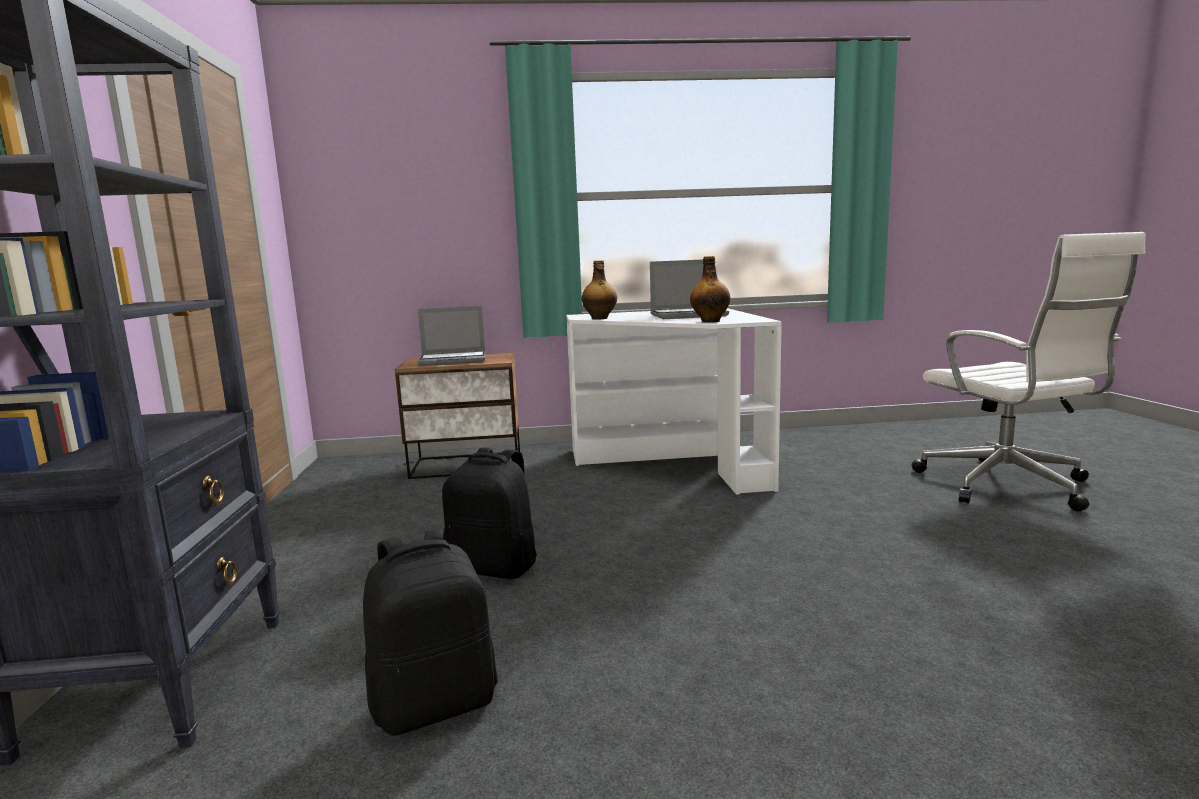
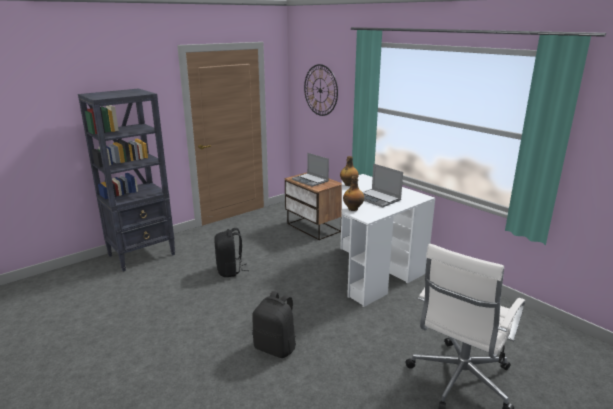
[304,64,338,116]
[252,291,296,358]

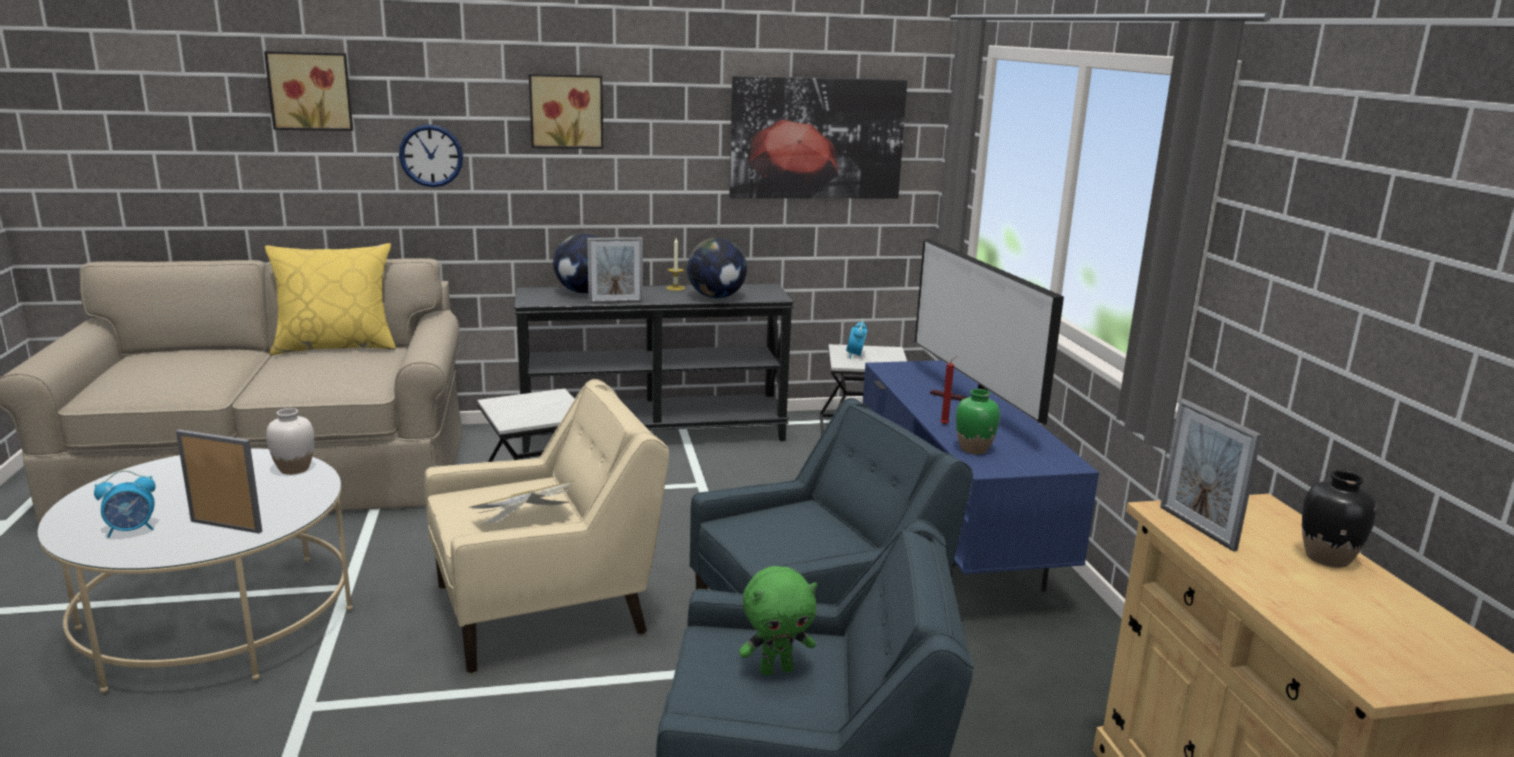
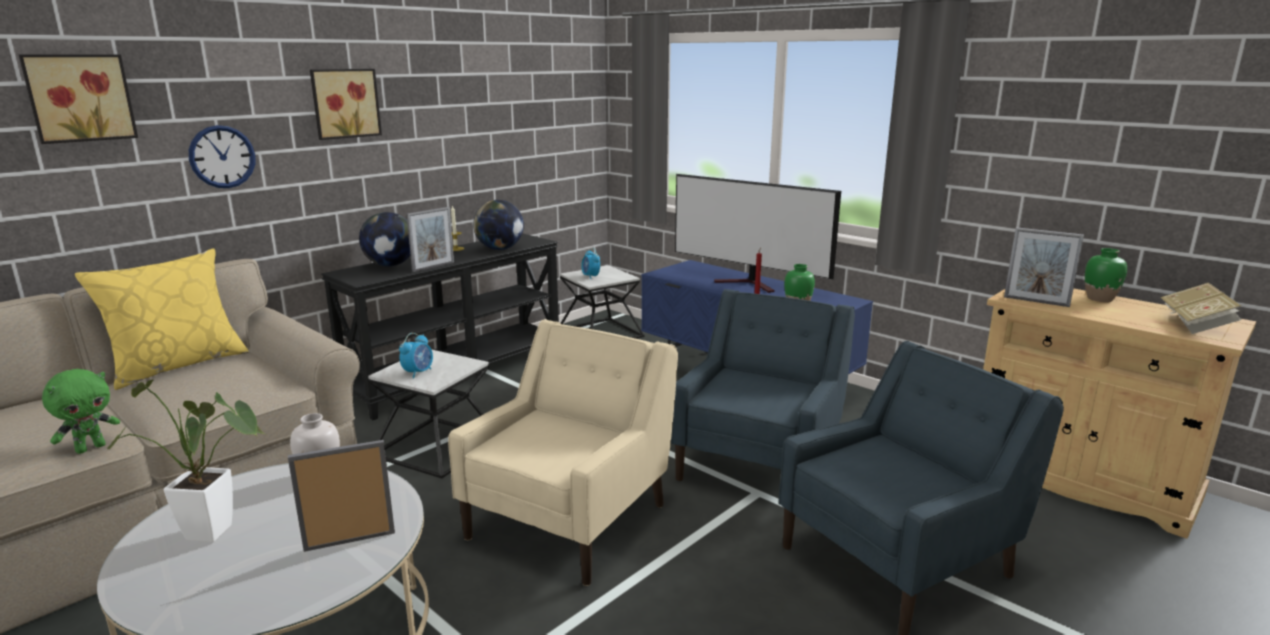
[729,76,907,198] (first image)
[107,380,265,542]
[399,333,433,378]
[1160,283,1242,334]
[42,369,120,454]
[1085,248,1127,302]

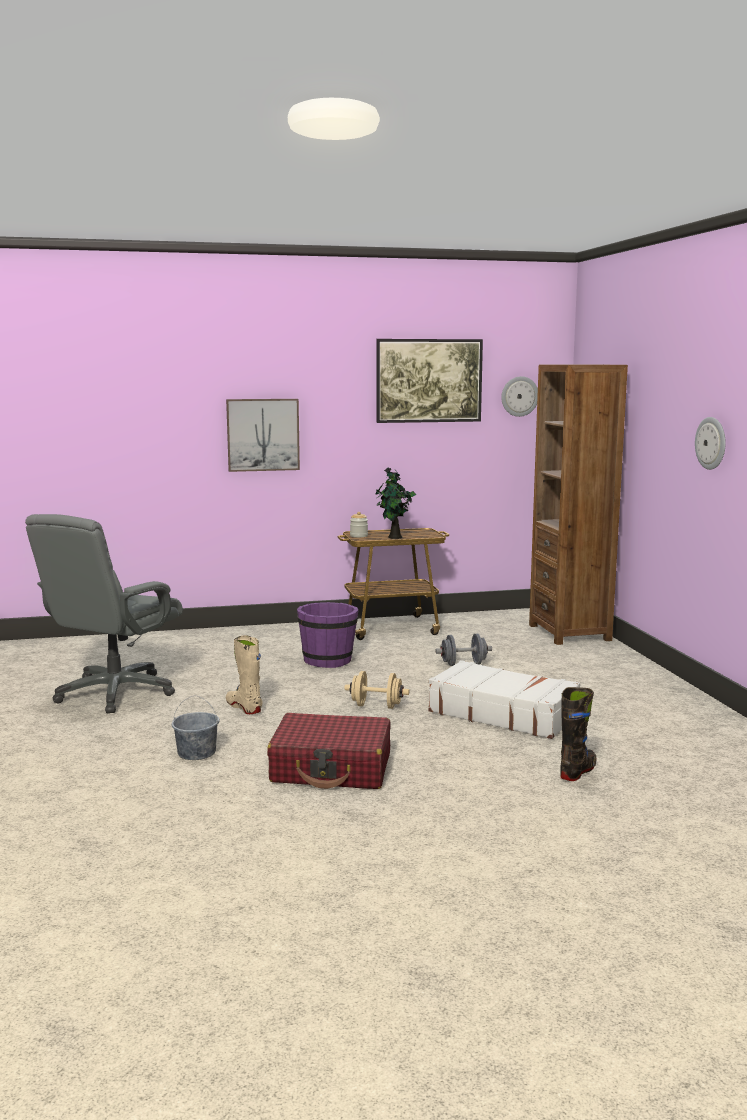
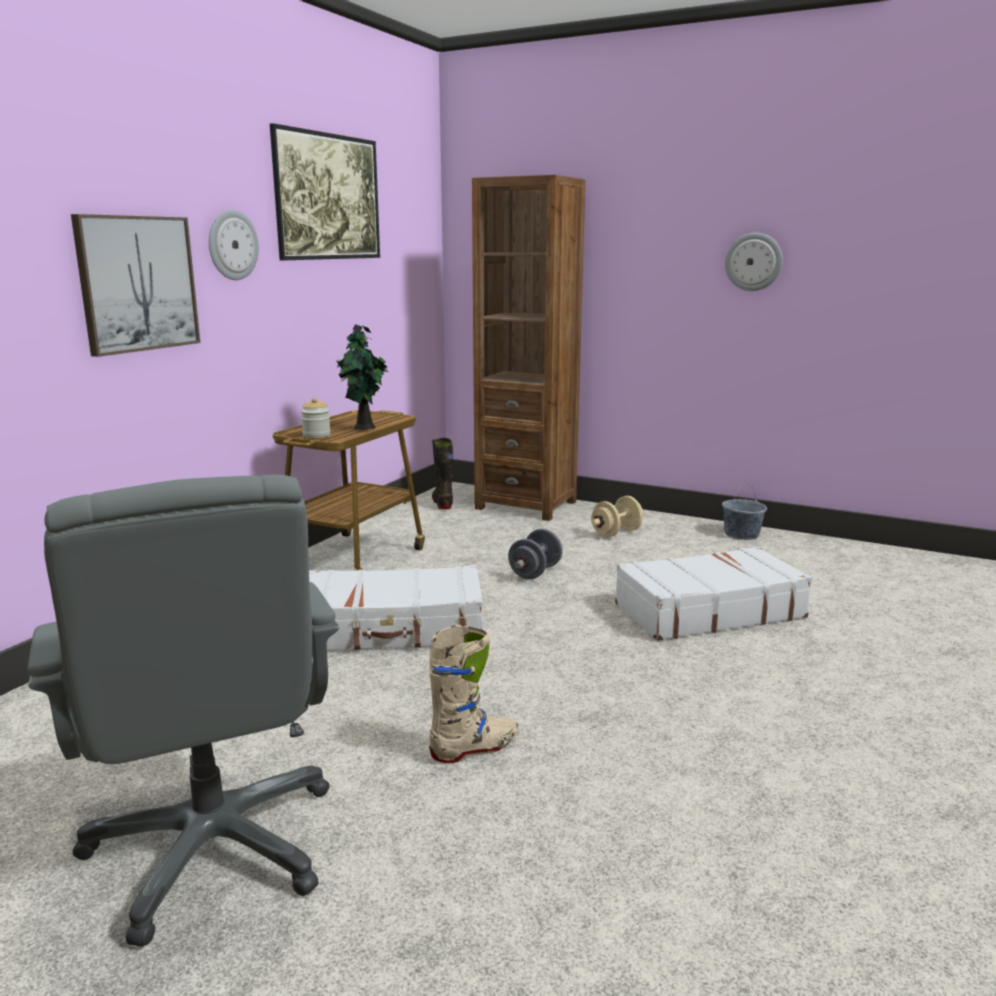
[267,713,391,789] (first image)
[722,483,767,540]
[591,496,643,537]
[209,209,259,280]
[432,438,453,509]
[309,565,483,650]
[429,625,518,763]

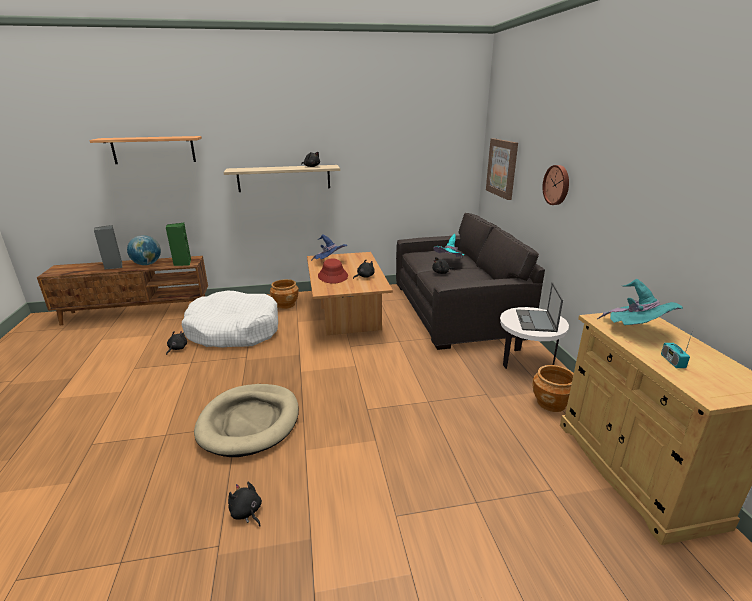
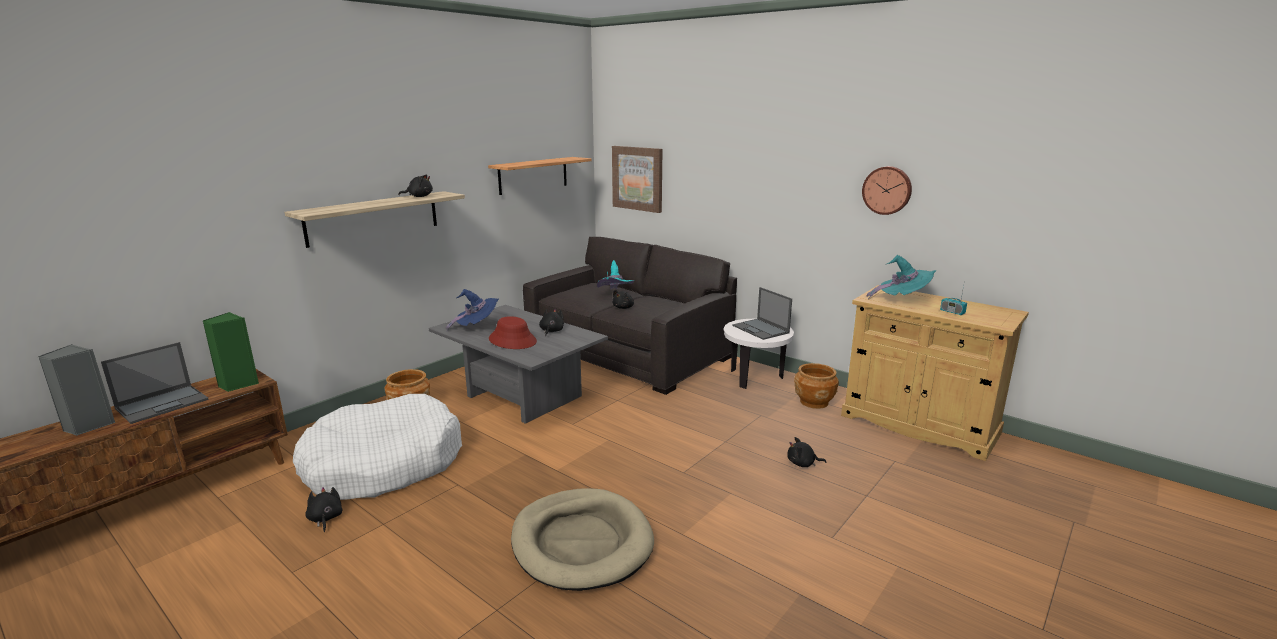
[488,157,592,195]
[787,437,827,467]
[862,166,912,215]
[101,342,209,424]
[428,305,608,424]

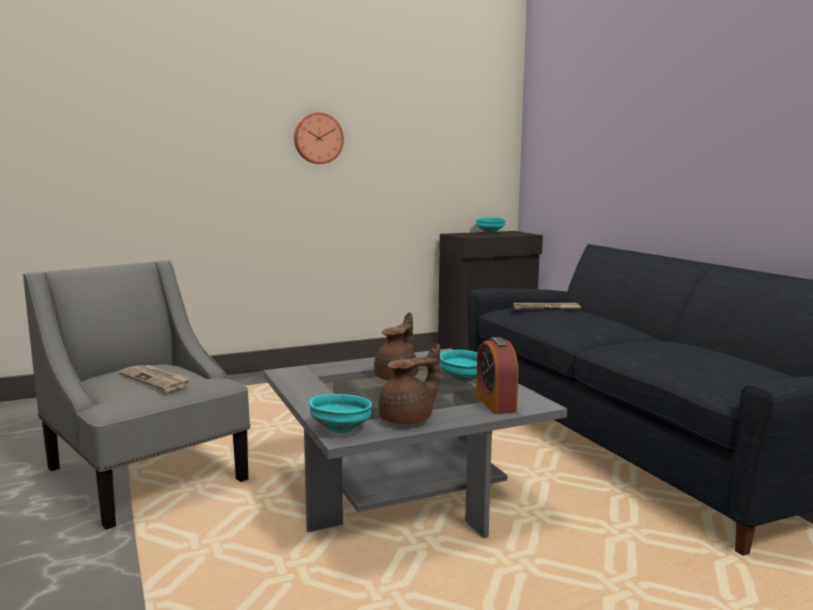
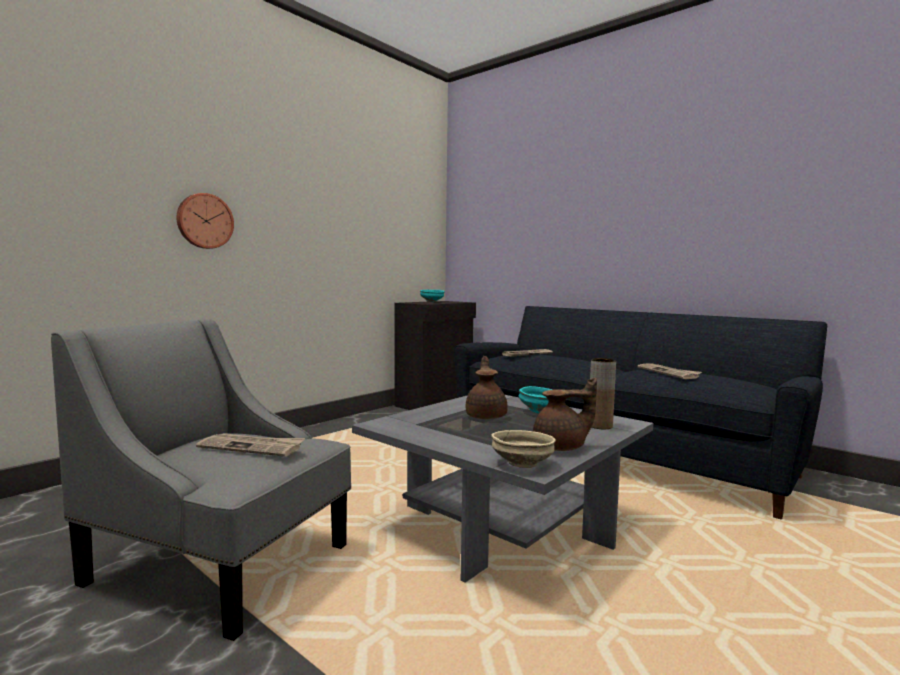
[638,364,702,379]
[176,193,234,249]
[590,358,616,429]
[491,430,556,468]
[533,378,597,451]

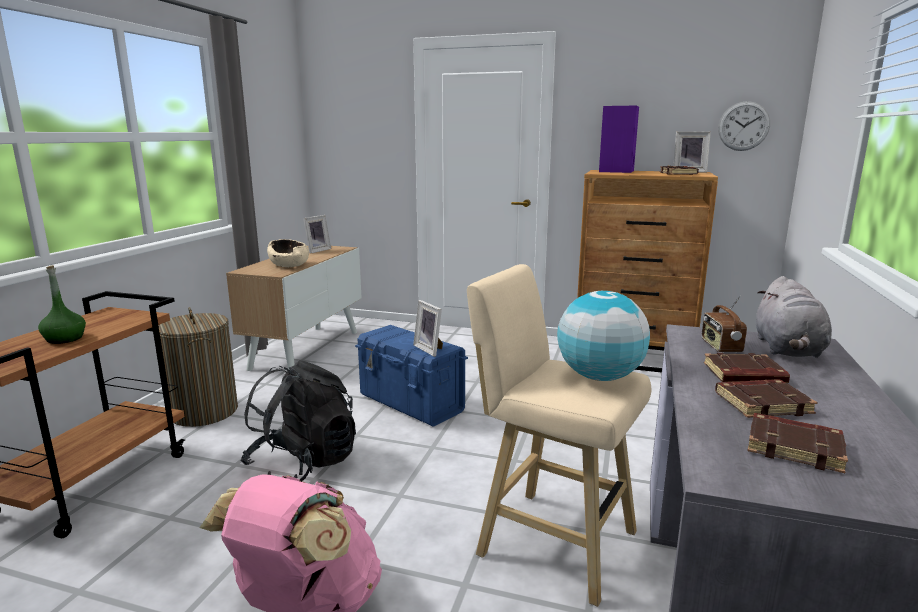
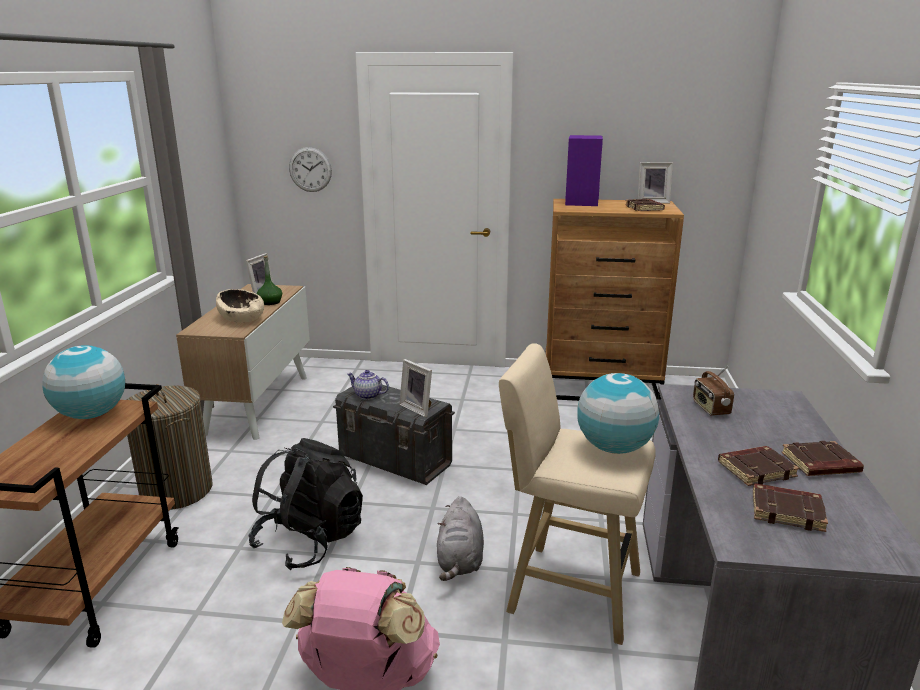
[42,345,125,419]
[347,370,389,400]
[257,256,282,305]
[782,441,864,476]
[289,147,332,192]
[437,496,484,581]
[333,385,455,485]

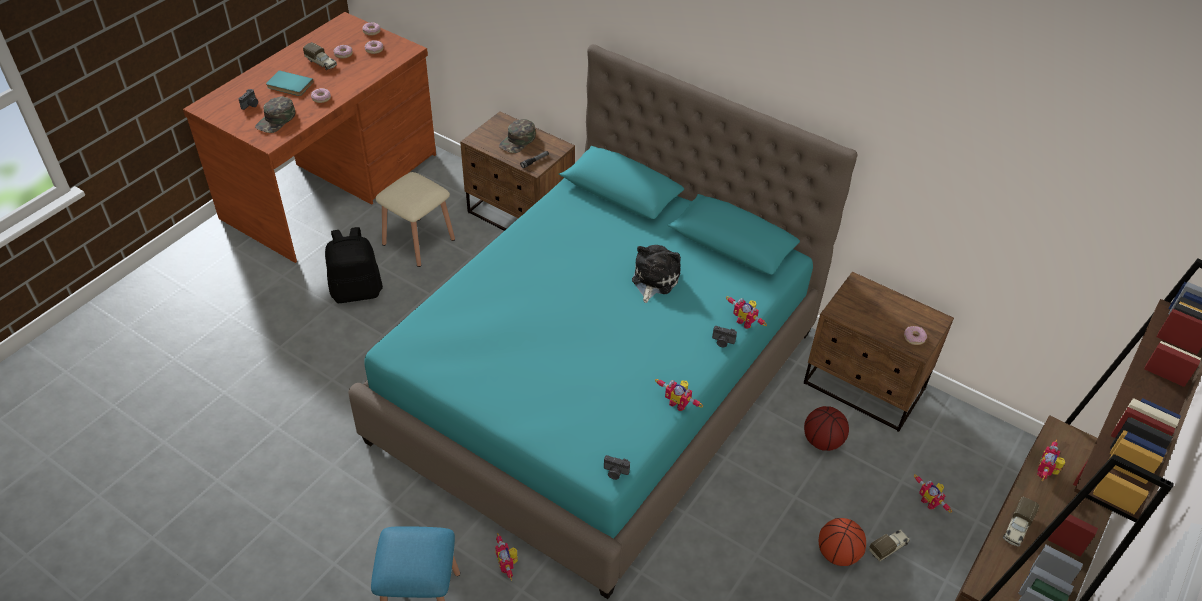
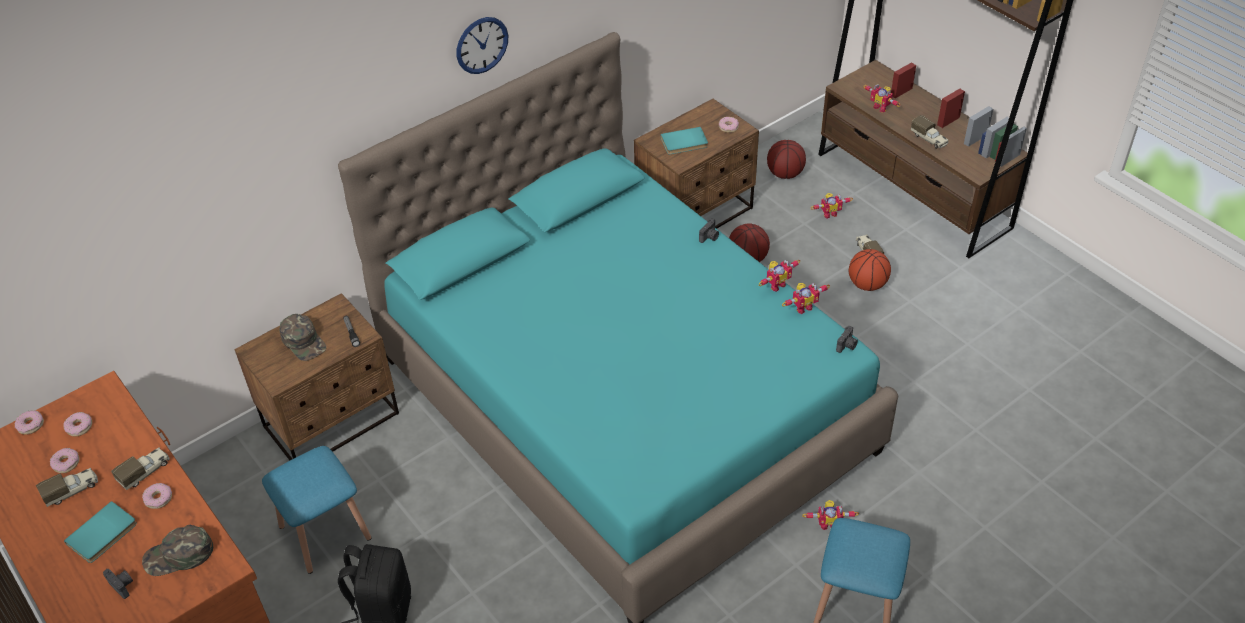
[632,245,681,303] (first image)
[111,448,170,490]
[456,17,508,74]
[661,127,708,154]
[767,140,806,179]
[782,283,830,314]
[262,446,372,574]
[142,525,213,576]

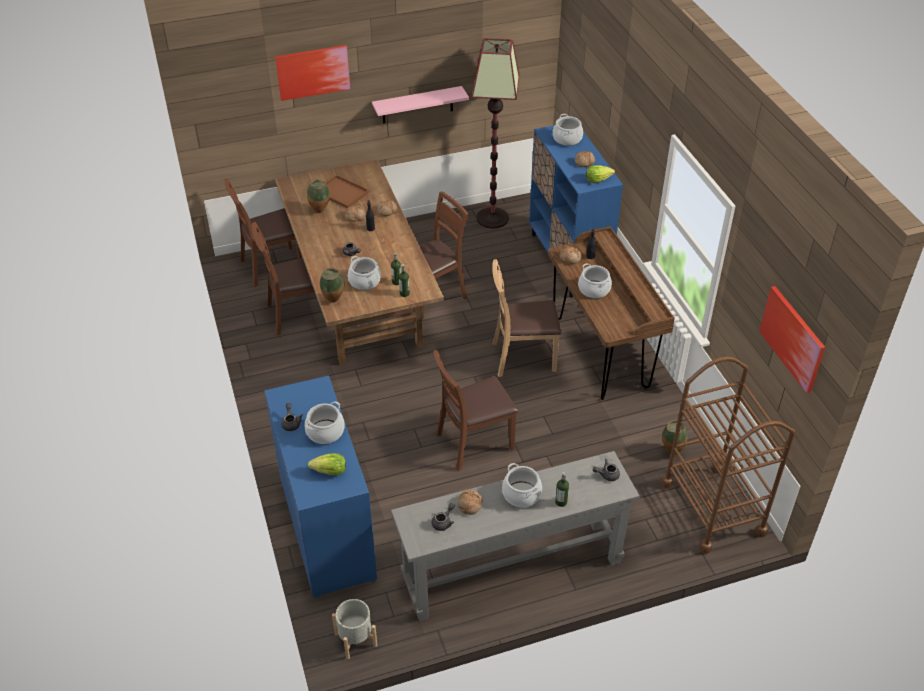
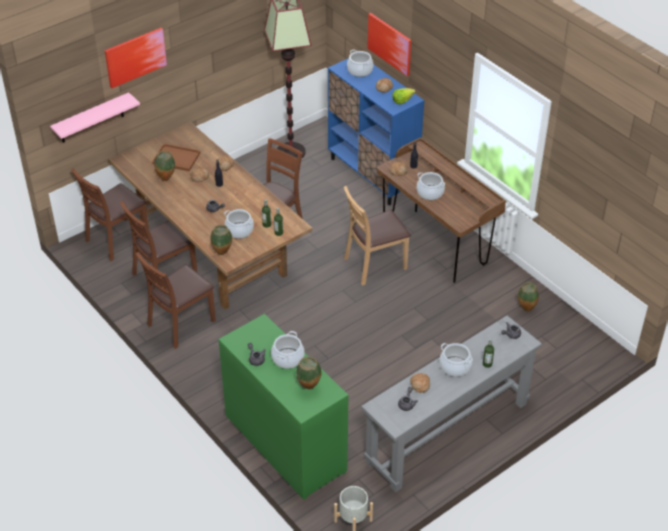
[661,357,795,554] (first image)
[50,92,140,143]
[135,252,216,349]
[367,13,411,76]
[297,357,321,389]
[219,314,349,500]

